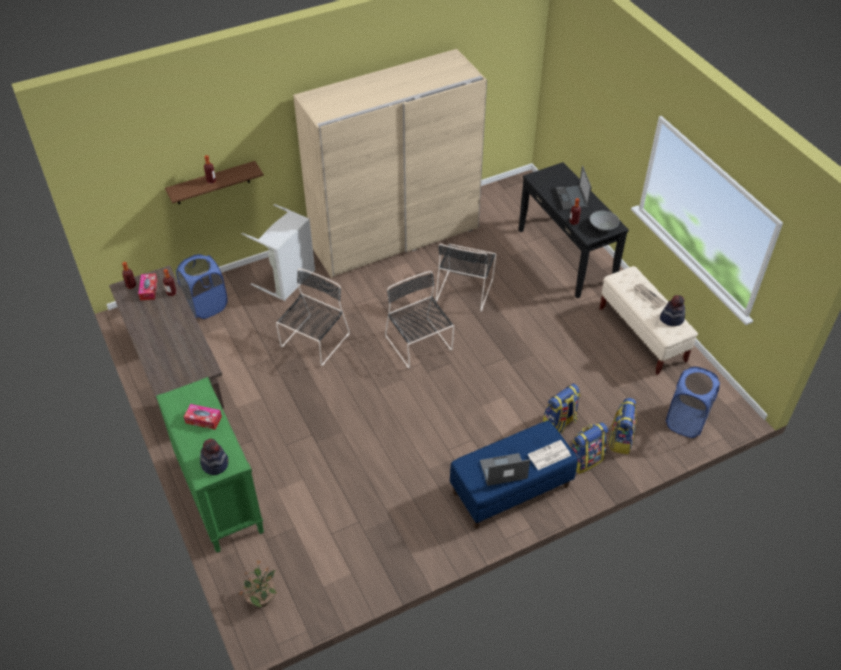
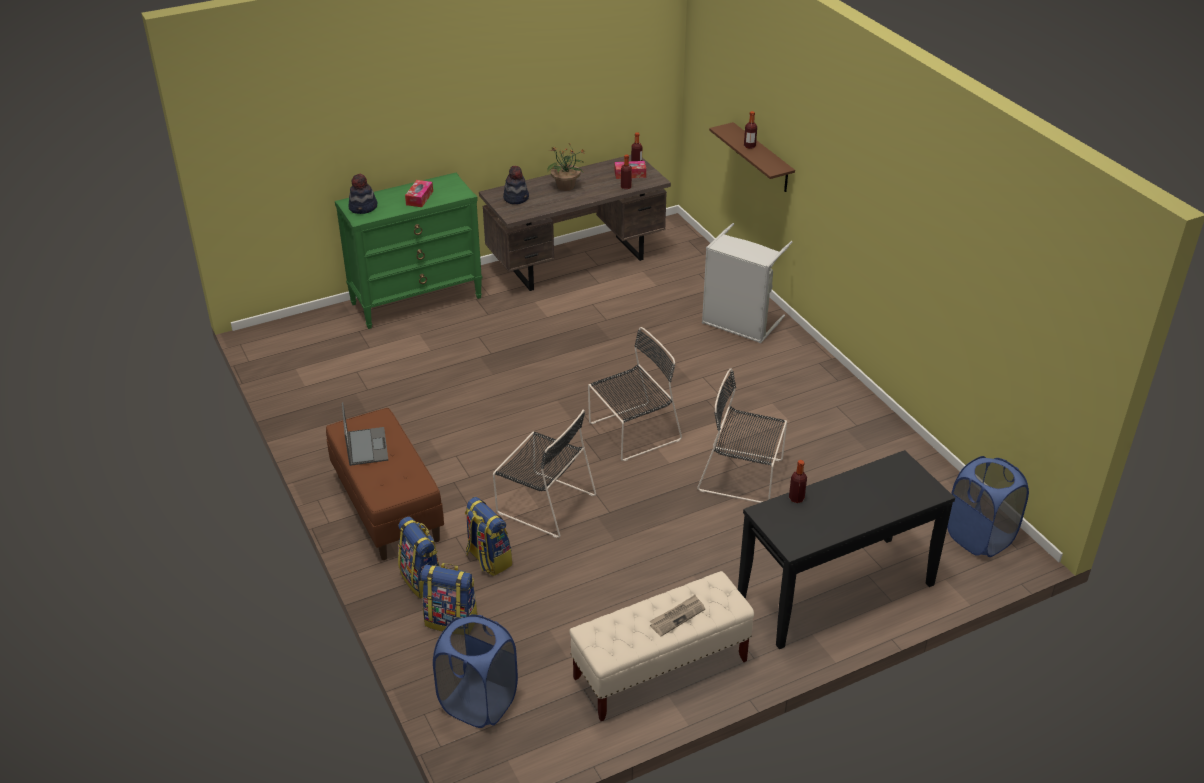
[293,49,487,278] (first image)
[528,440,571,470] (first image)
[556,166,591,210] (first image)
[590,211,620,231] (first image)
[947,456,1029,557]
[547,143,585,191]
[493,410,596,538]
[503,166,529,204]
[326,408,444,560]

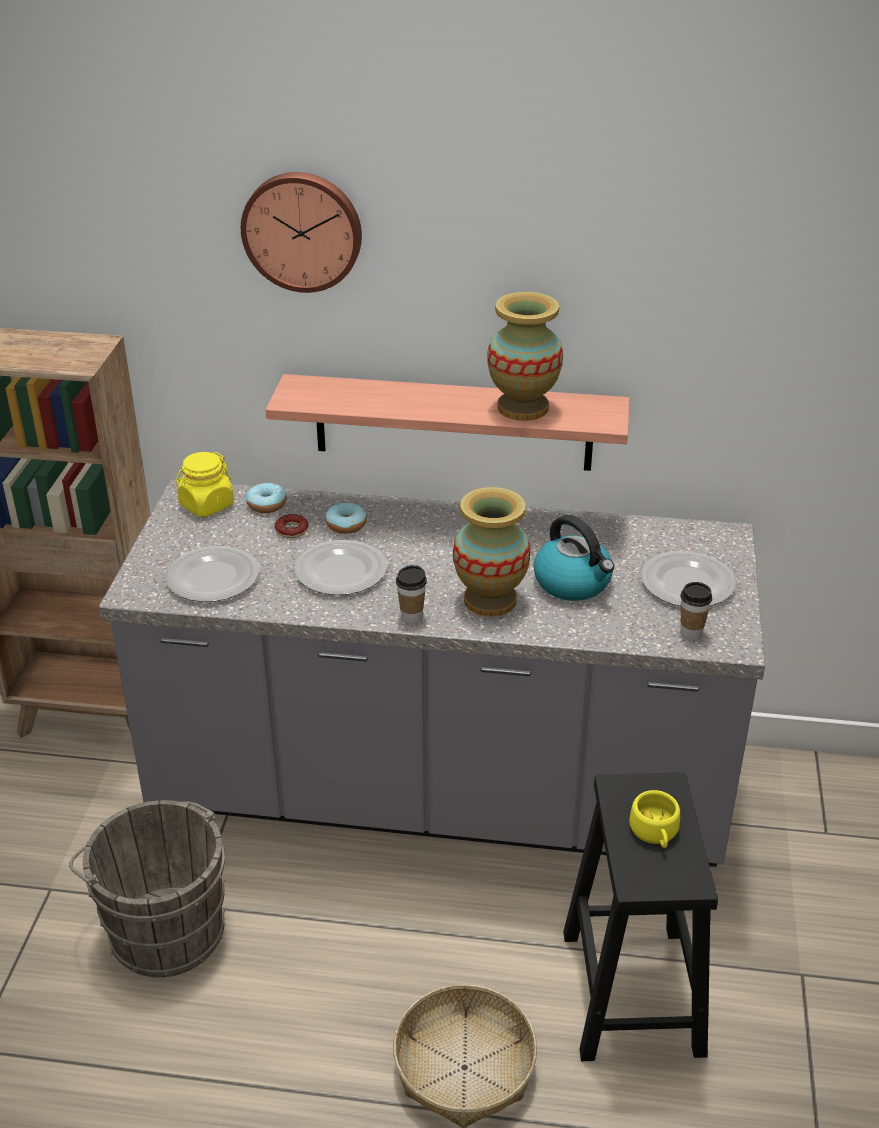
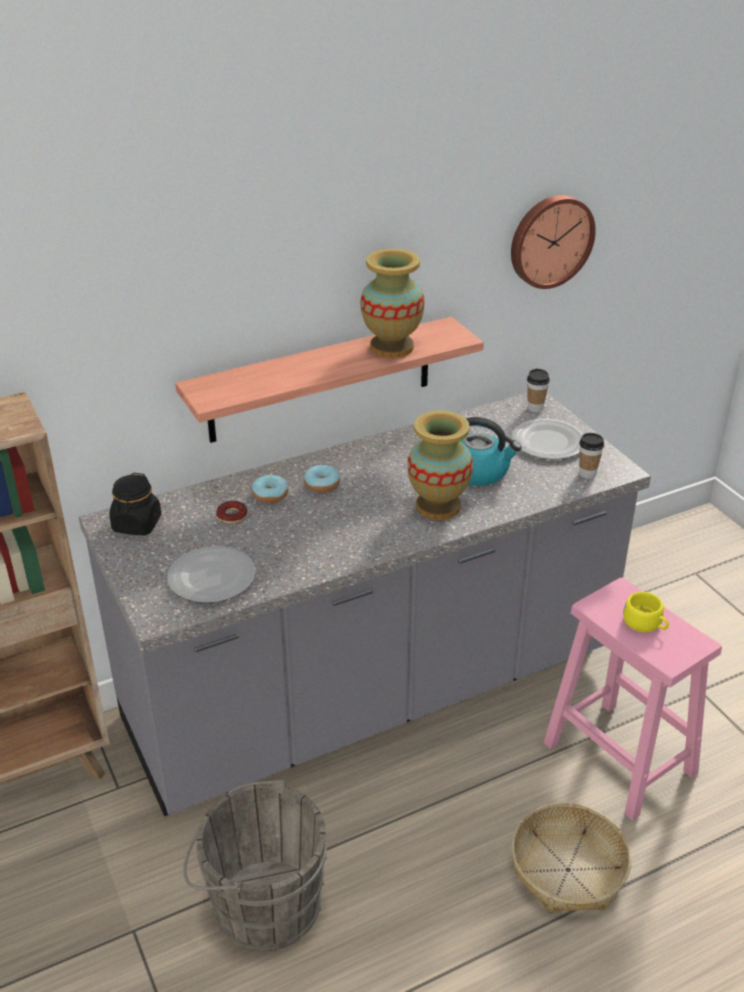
[294,540,387,595] (first image)
[511,195,596,289]
[304,465,340,493]
[527,369,550,412]
[109,473,161,535]
[544,577,722,821]

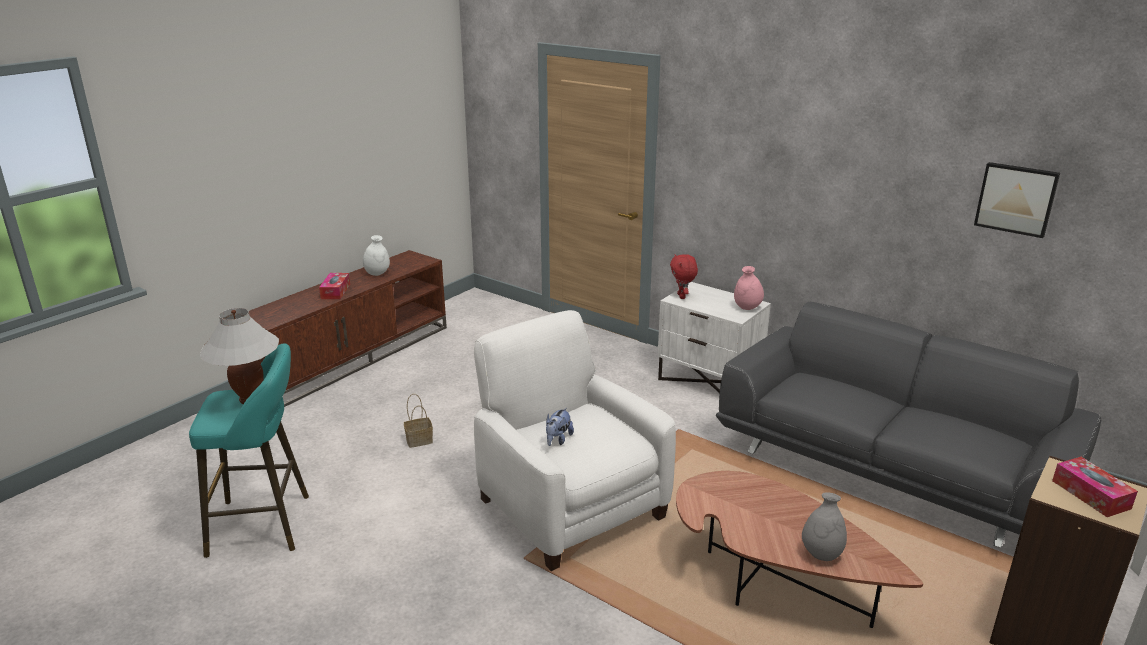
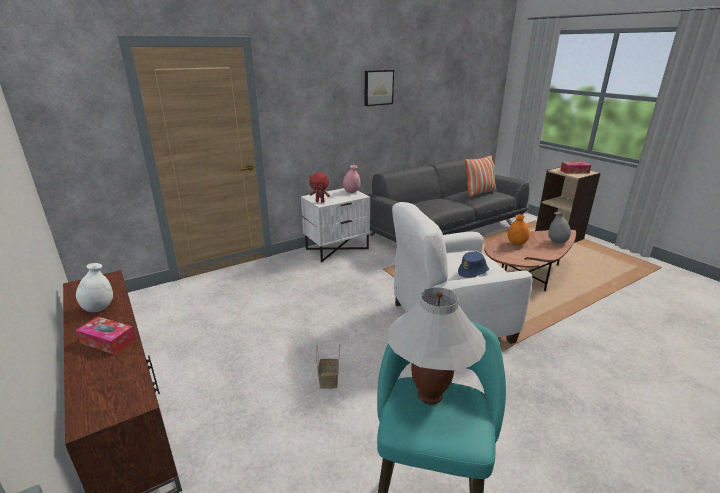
[464,155,496,197]
[508,214,530,245]
[365,70,394,106]
[458,251,489,278]

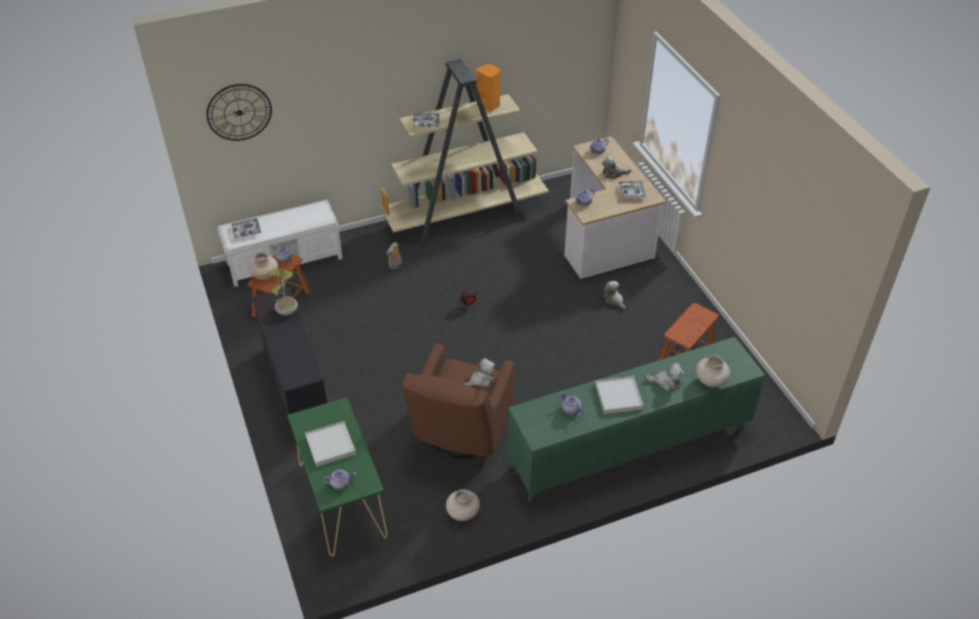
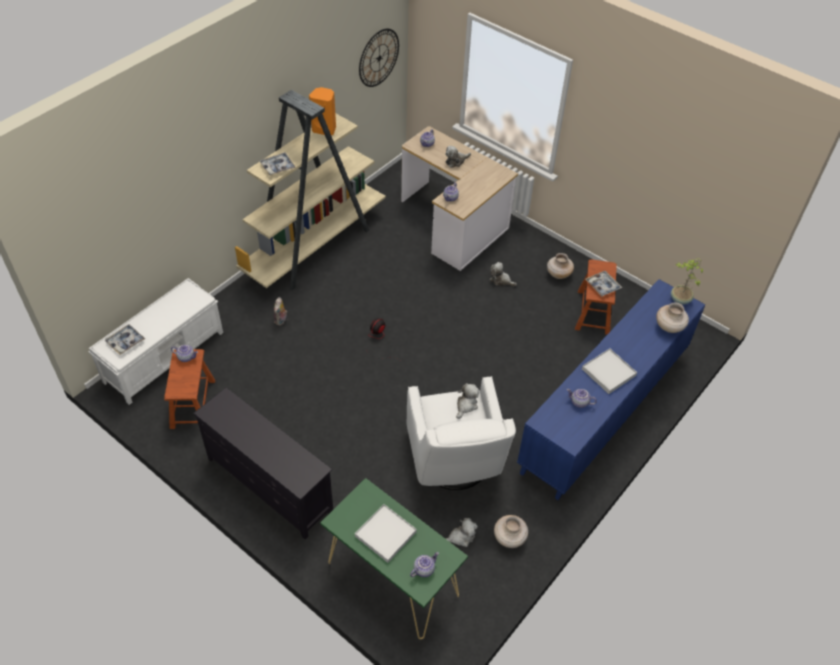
[359,29,399,87]
[547,253,574,279]
[671,258,703,304]
[585,271,622,297]
[445,518,478,547]
[407,376,516,490]
[517,279,705,500]

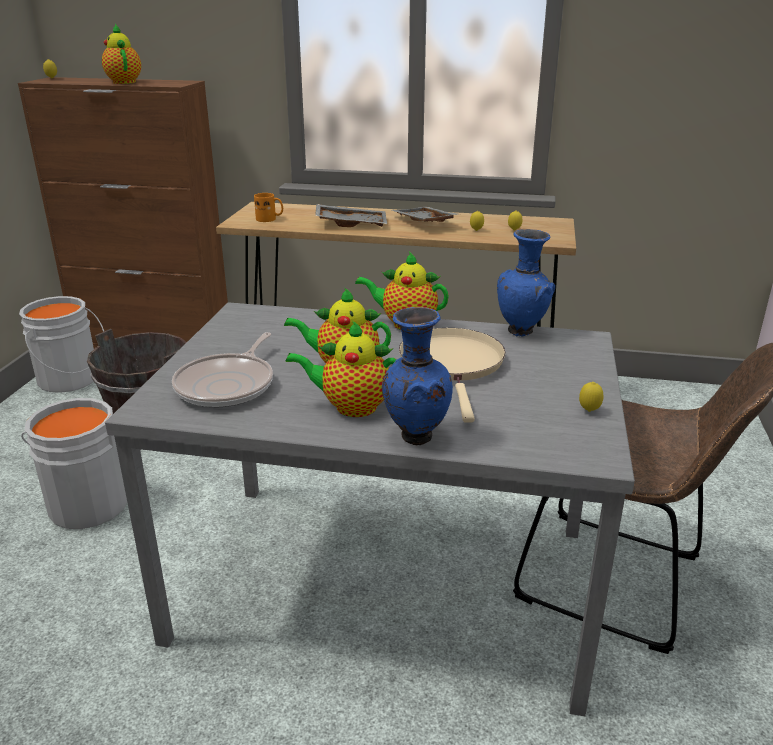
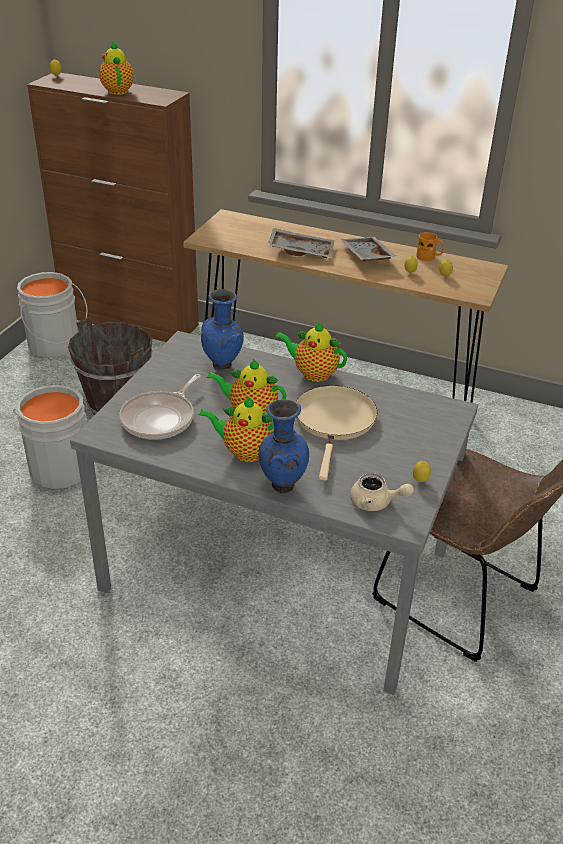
[350,473,414,511]
[416,232,444,261]
[201,289,244,370]

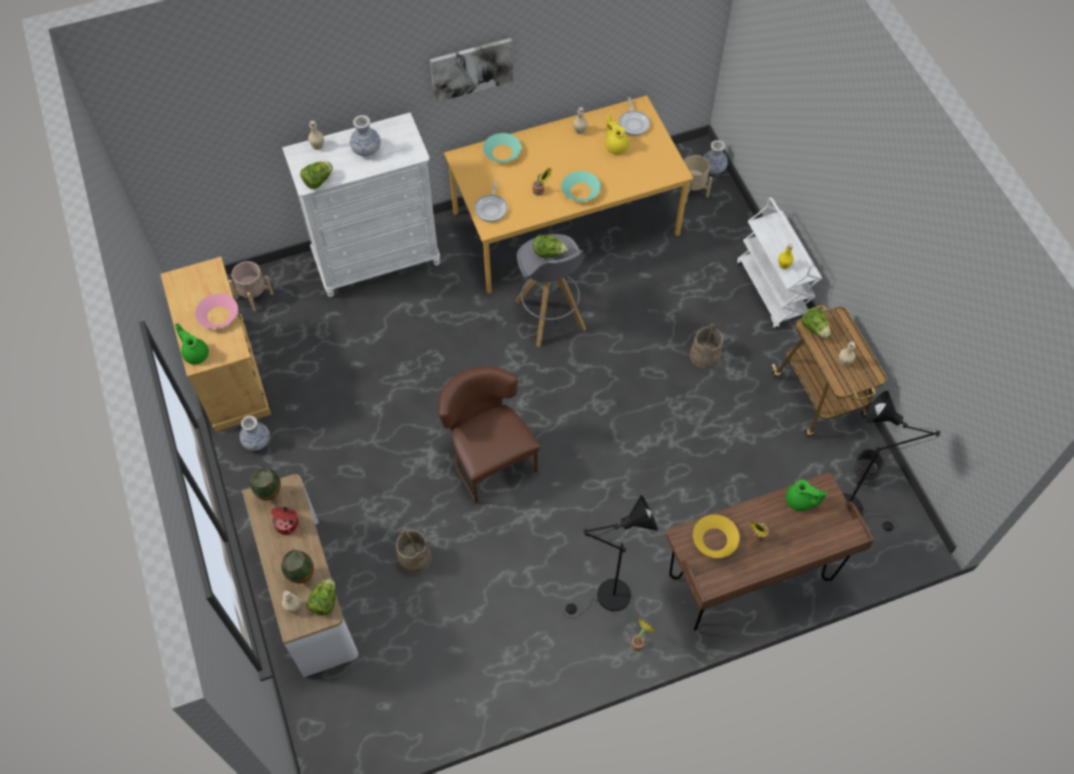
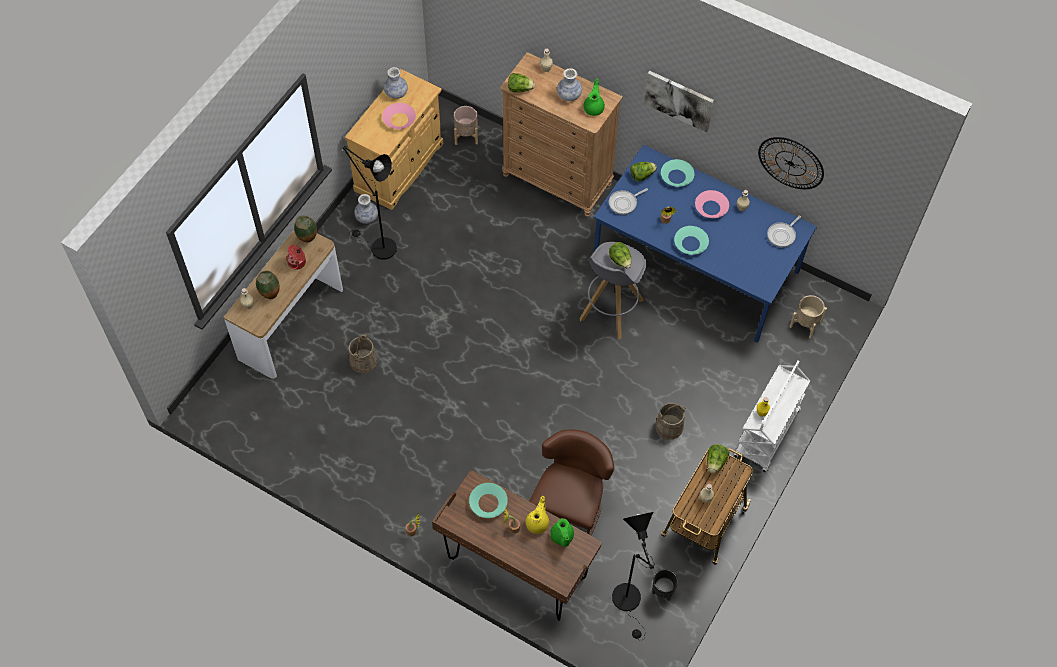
[695,190,729,218]
[758,137,824,189]
[583,78,605,116]
[630,162,657,182]
[529,429,614,536]
[343,146,397,259]
[526,496,549,534]
[384,67,408,99]
[501,52,623,217]
[594,145,817,343]
[469,483,508,518]

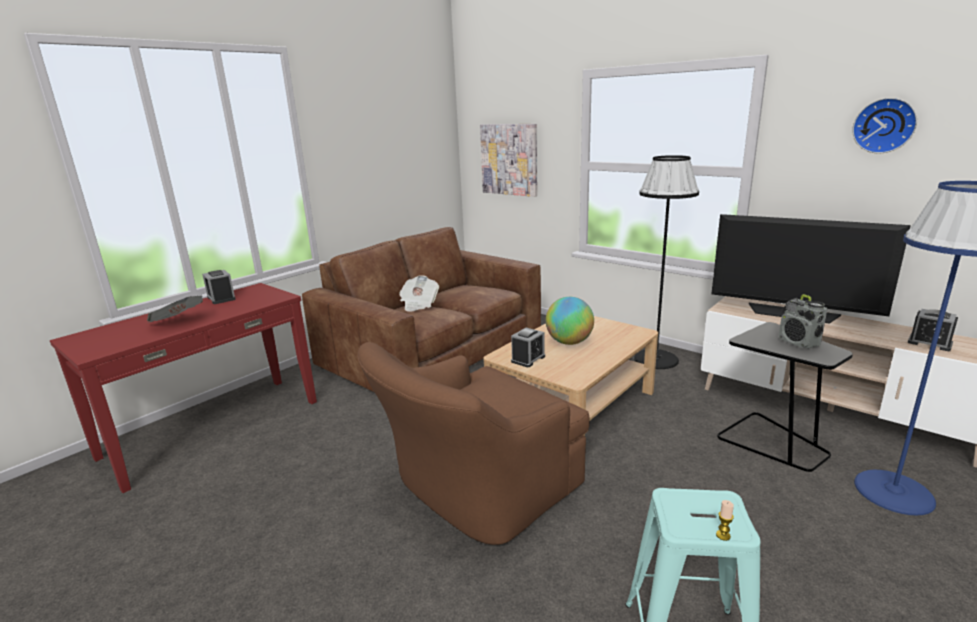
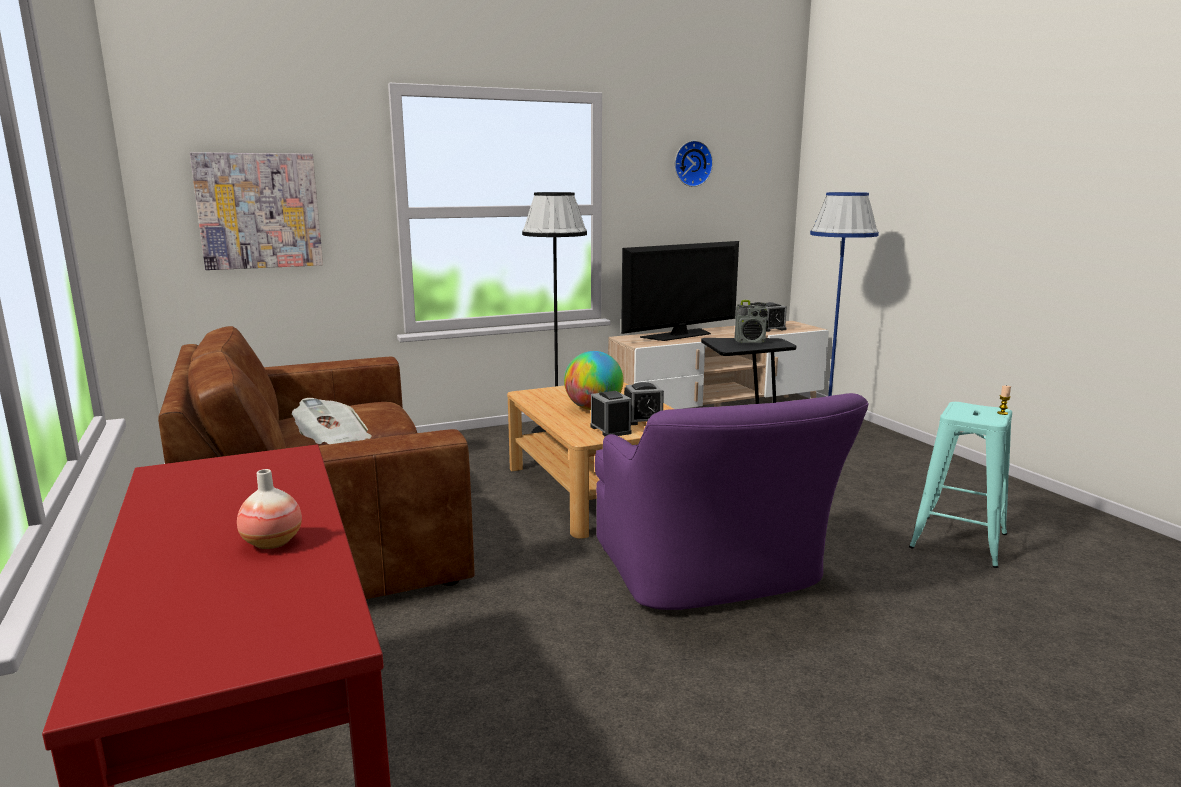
[624,382,664,425]
[237,469,302,549]
[595,393,869,610]

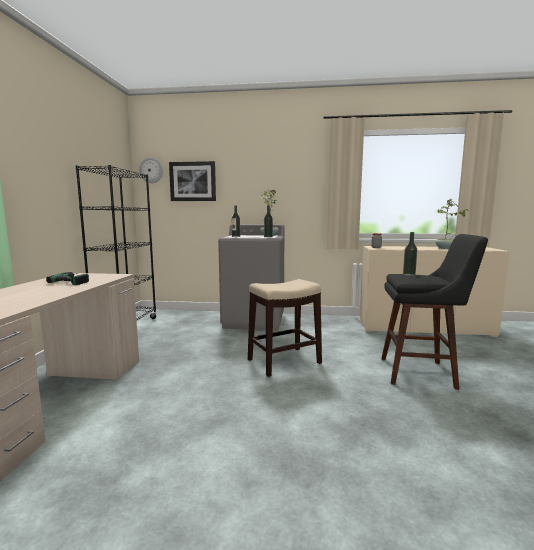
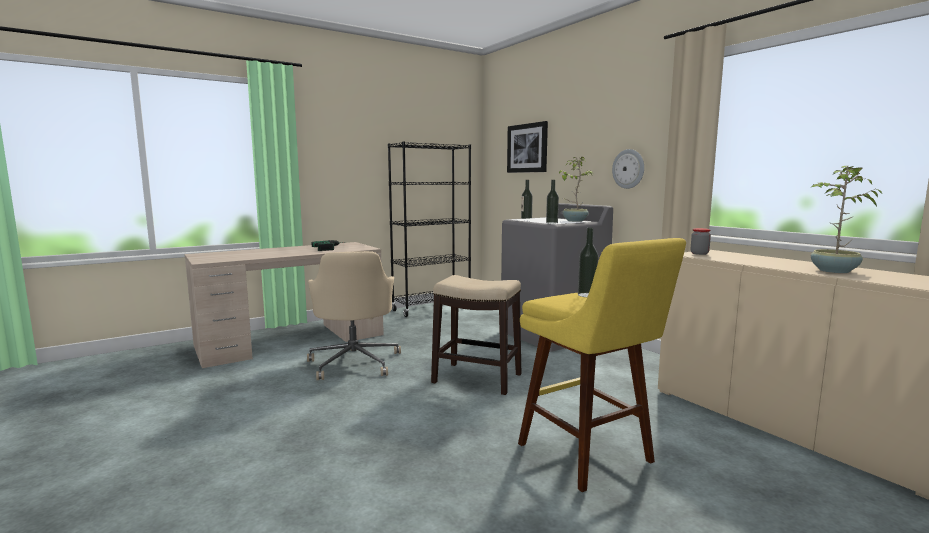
[307,251,401,380]
[612,149,644,189]
[518,238,686,492]

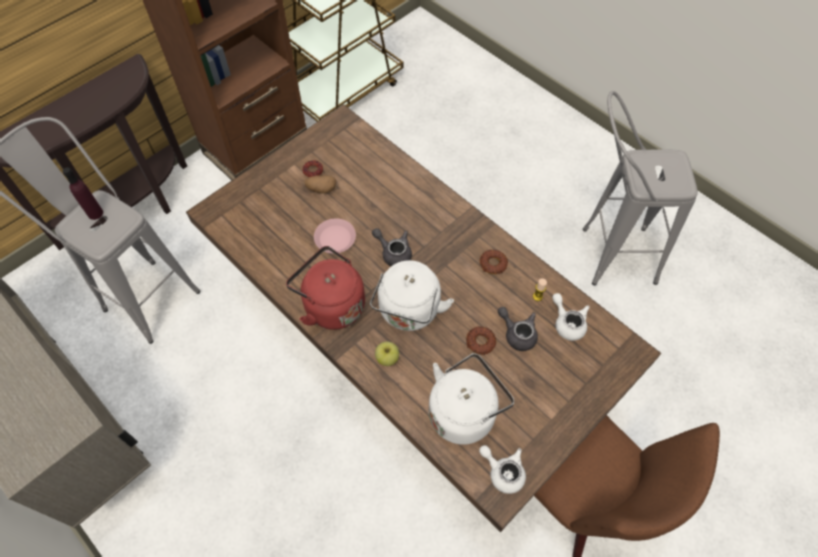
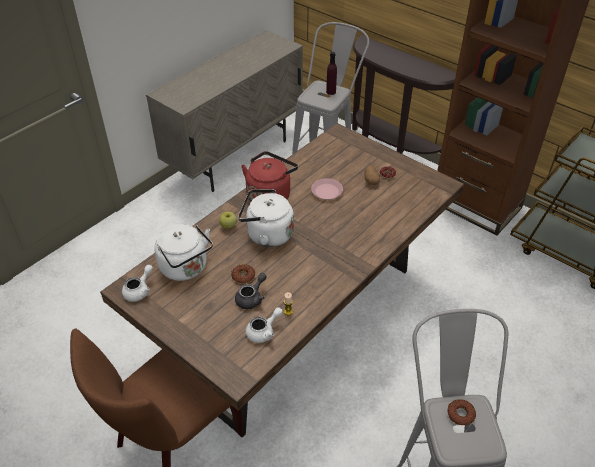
[372,228,412,266] (first image)
[448,399,476,425]

